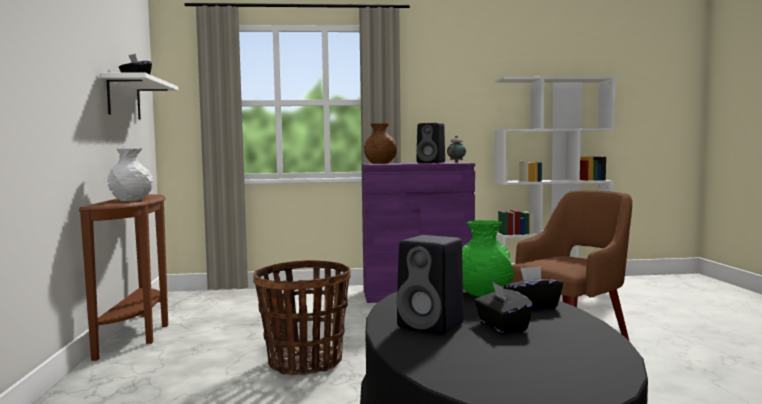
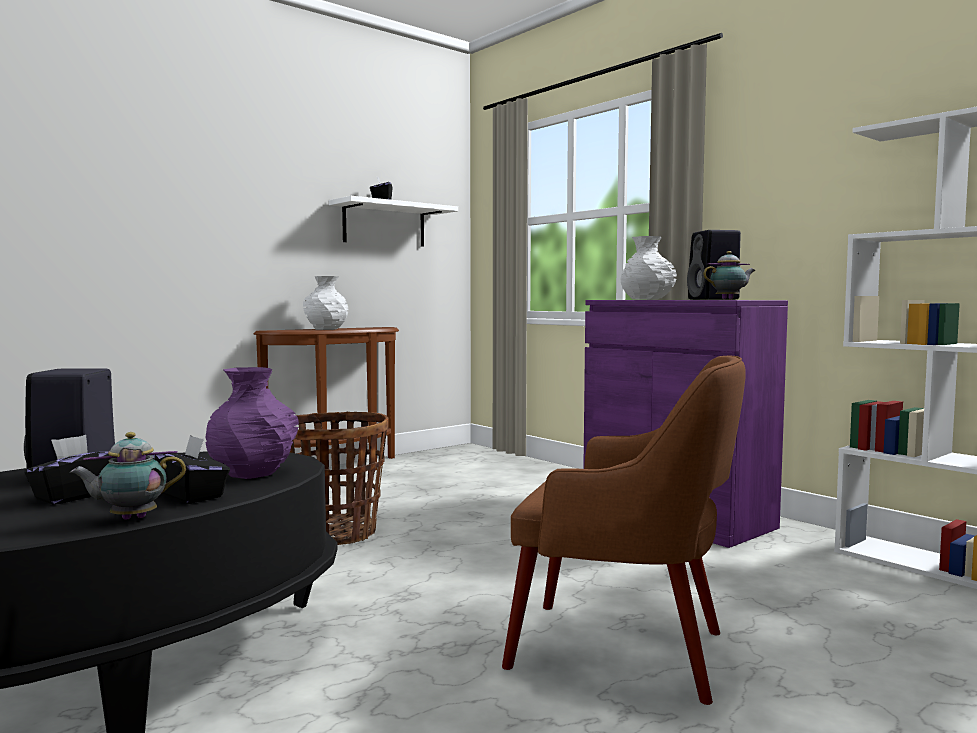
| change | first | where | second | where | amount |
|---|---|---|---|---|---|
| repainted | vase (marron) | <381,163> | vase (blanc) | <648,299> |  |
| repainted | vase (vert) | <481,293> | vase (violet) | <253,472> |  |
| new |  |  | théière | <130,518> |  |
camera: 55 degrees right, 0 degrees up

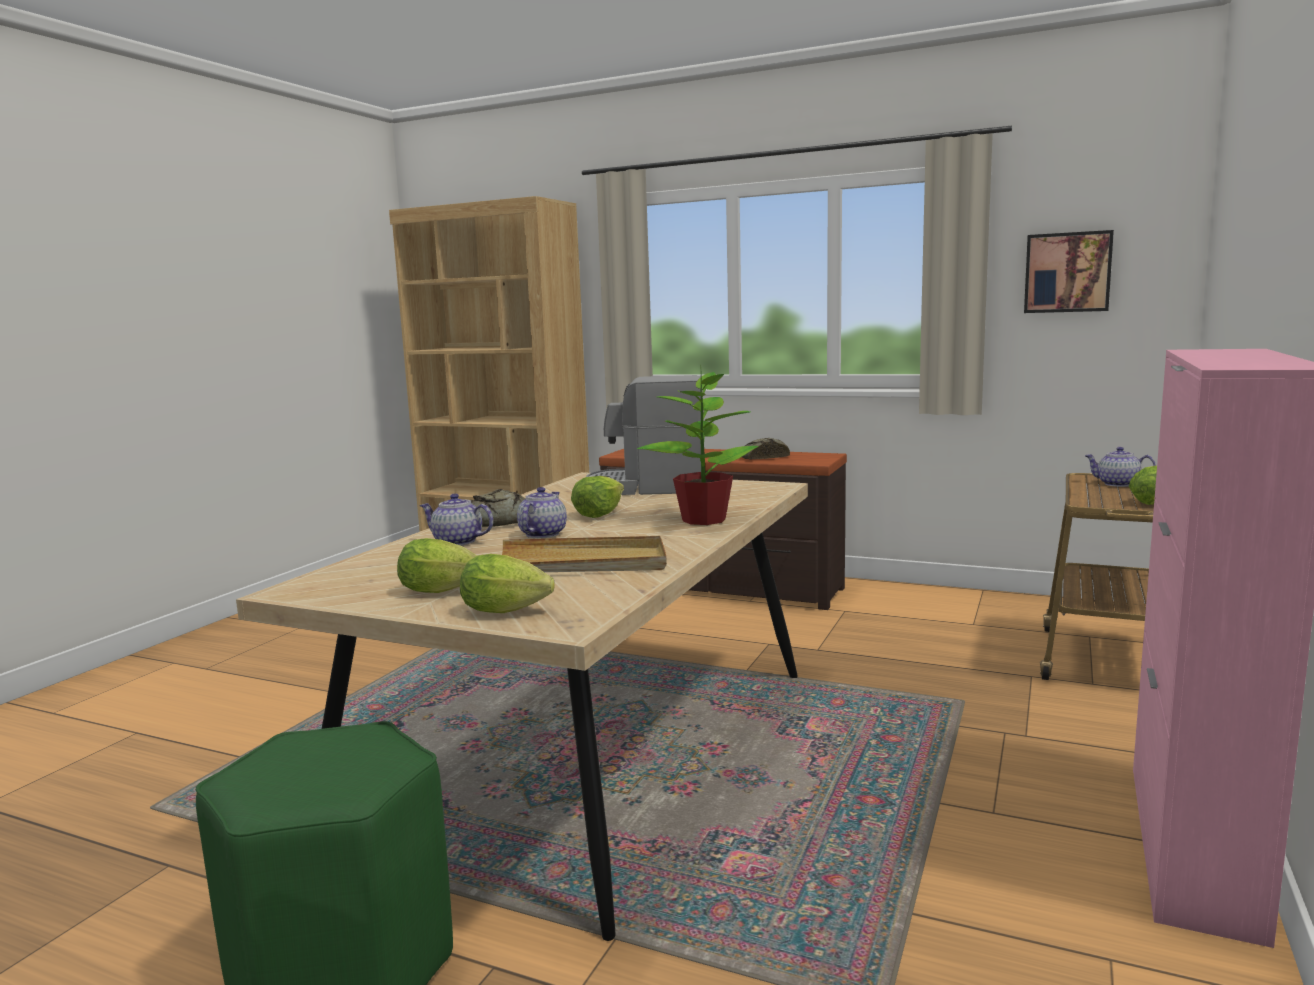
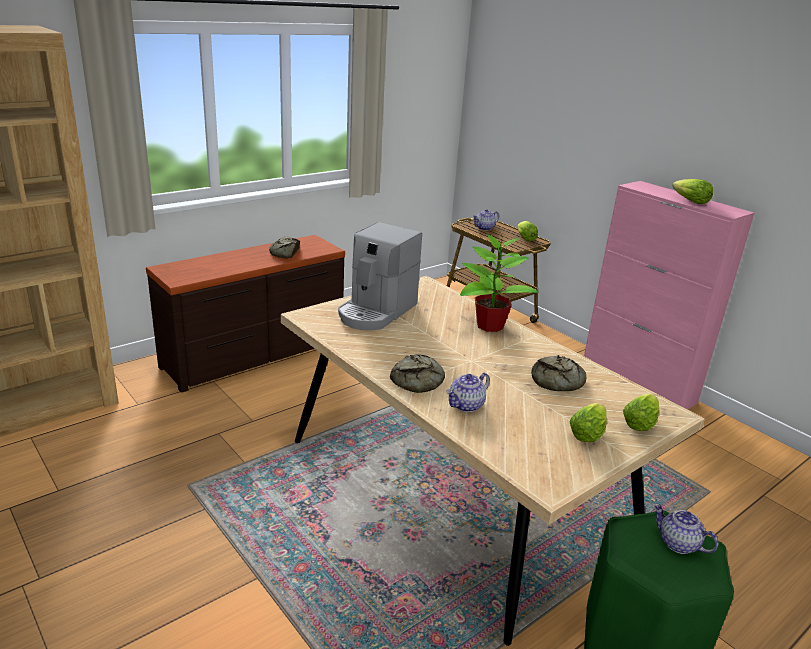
| change | first | where | second | where | amount |
|---|---|---|---|---|---|
| gone | tableau | <1067,272> |  |  |  |
| shifted | laitue | <599,513> |  | <690,201> |  |
| shifted | théière | <542,534> |  | <677,544> |  |
| swapped | plateau (beige) | <582,563> | pain | <557,381> |  |
camera: 65 degrees left, 15 degrees up

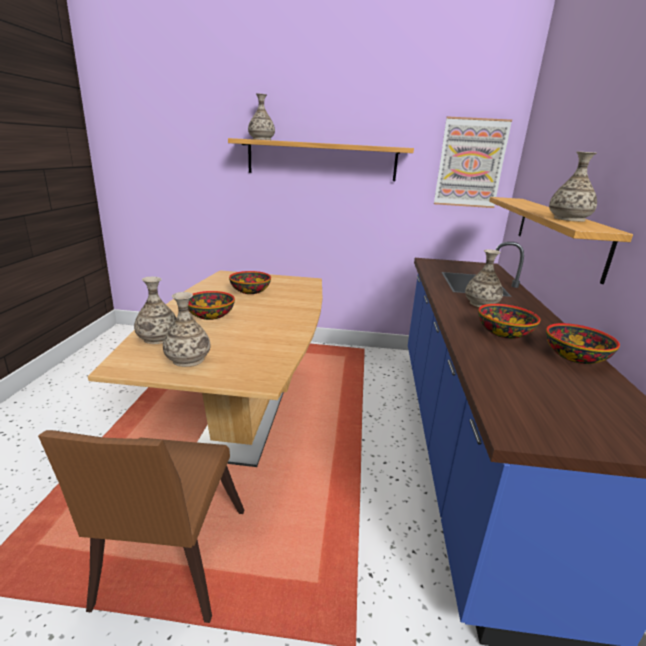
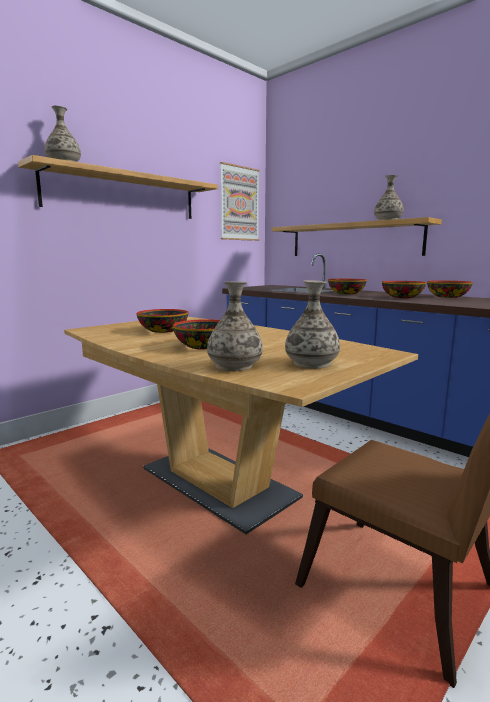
| change | first | where | second | where | amount |
|---|---|---|---|---|---|
| swapped | vase | <481,304> | bol | <347,293> |  |
camera: 50 degrees left, 10 degrees down

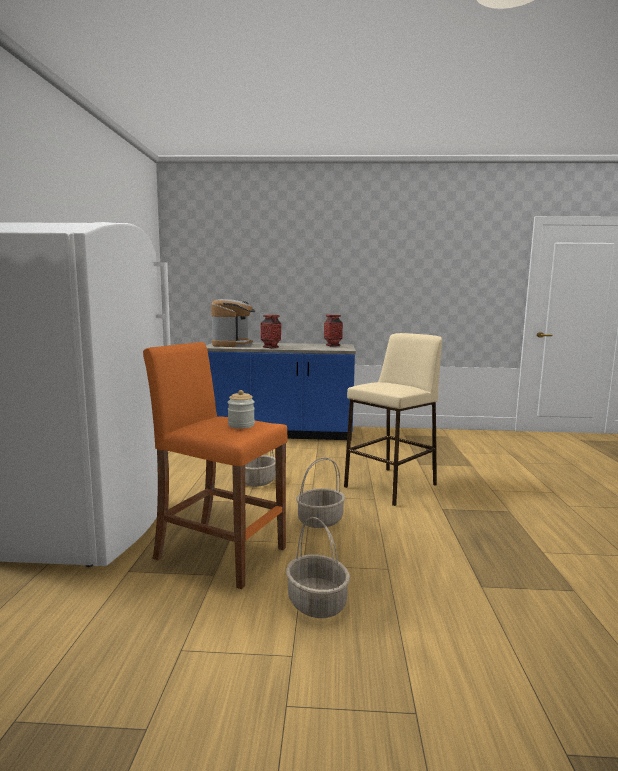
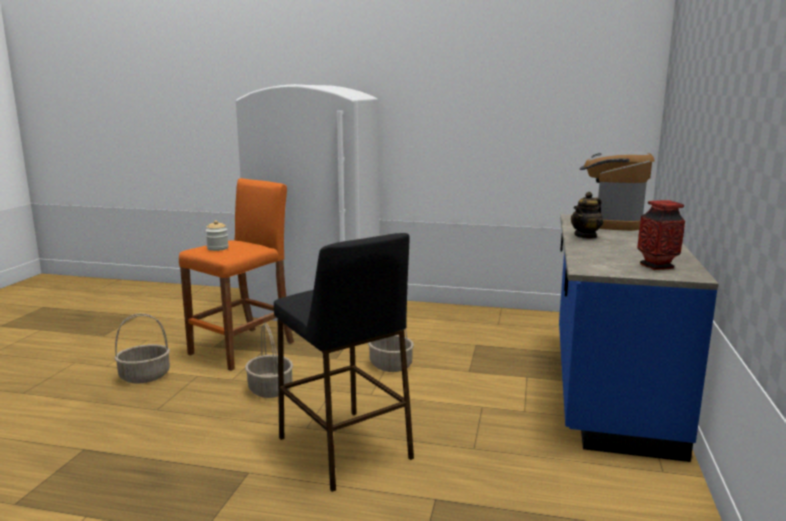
| change | first | where | second | where | amount |
|---|---|---|---|---|---|
| rotated | machine à café | <233,345> |  | <612,223> | 90 degrees clockwise |
| swapped | vase | <271,347> | théière | <586,236> |  |
| repainted | tabouret (beige) | <391,485> | tabouret (noir) | <345,448> |  |
camera: 100 degrees right, 5 degrees up

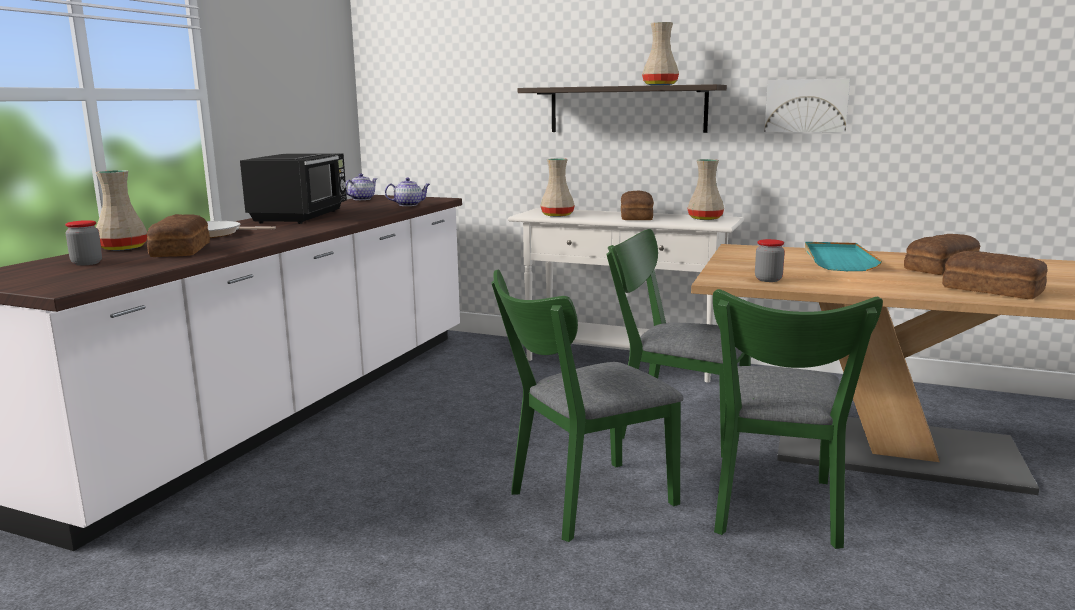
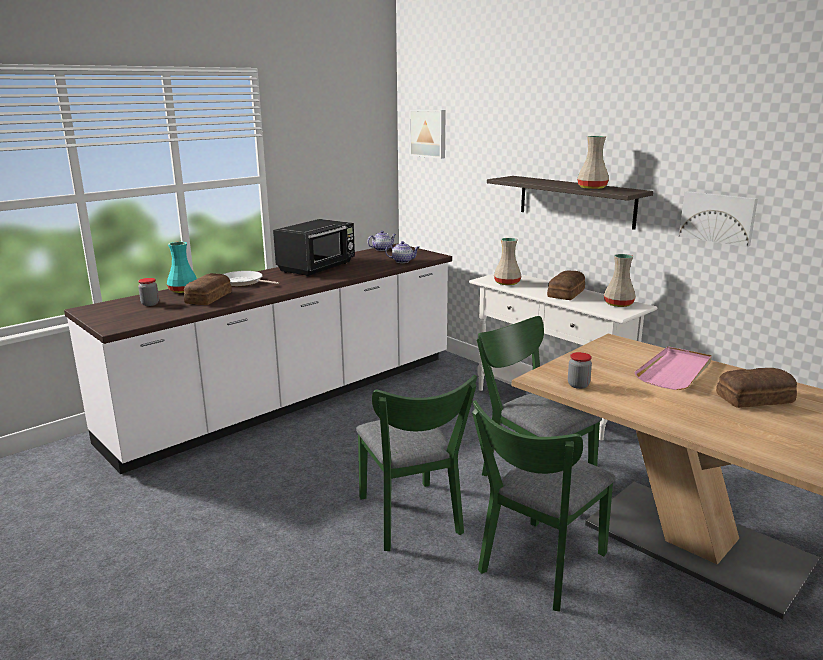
| change | first | where | second | where | amount |
|---|---|---|---|---|---|
| repainted | vase (beige) | <122,248> | vase (turquoise) | <182,290> |  |
| repainted | plateau (turquoise) | <837,260> | plateau (rose) | <675,371> |  |
| gone | pain | <993,290> |  |  |  |
| rotated | chaise (vert) | <582,501> |  | <411,520> | 105 degrees counterclockwise |
| new |  |  | tableau | <429,133> |  |
camera: 25 degrees right, 5 degrees up

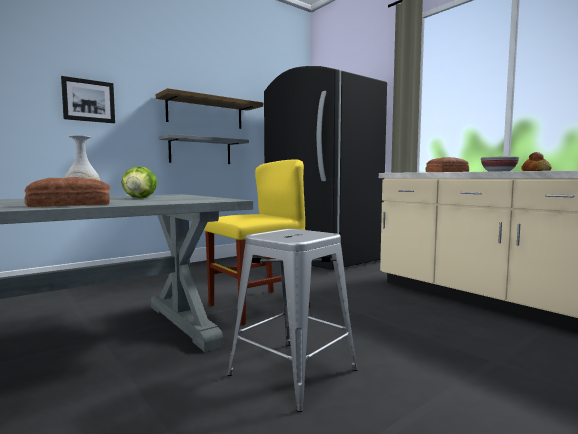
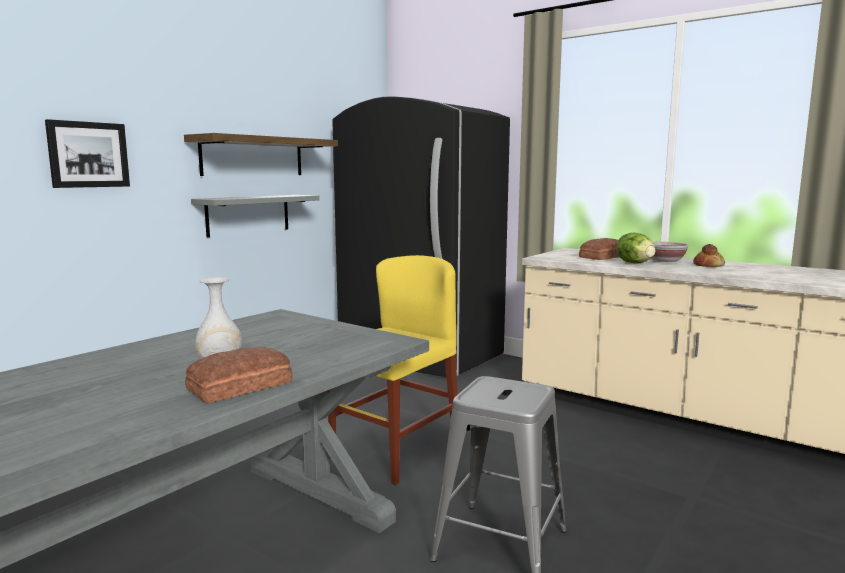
| change | first | where | second | where | amount |
|---|---|---|---|---|---|
| shifted | laitue | <140,198> |  | <635,263> |  |
camera: 15 degrees left, 5 degrees up

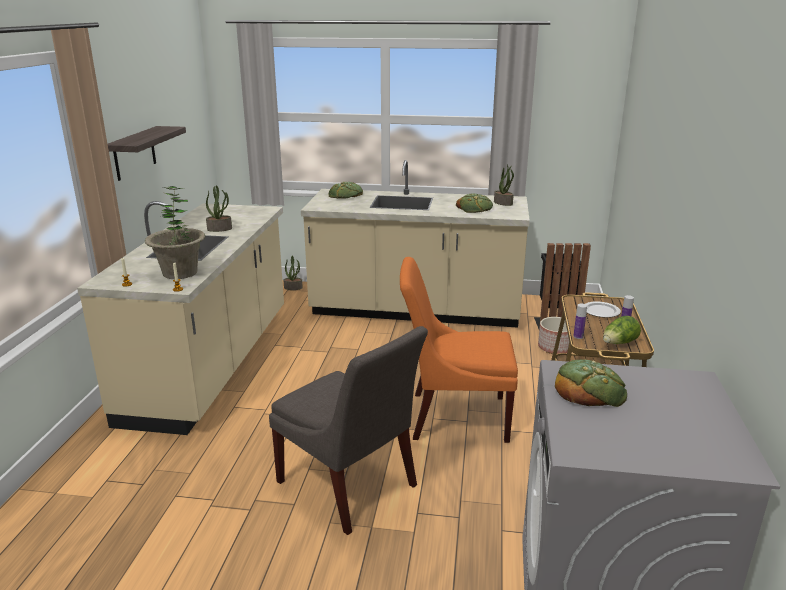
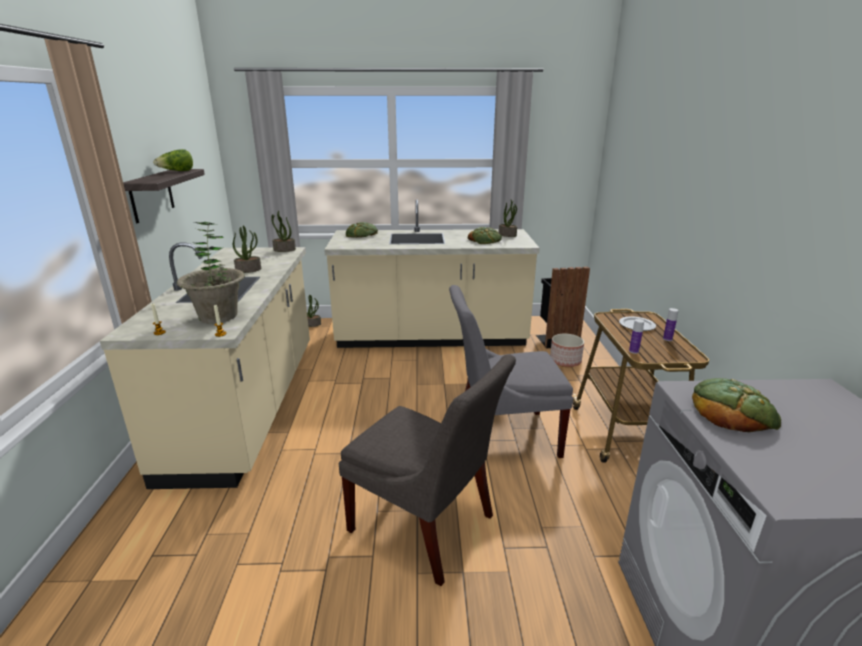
| change | first | where | second | where | amount |
|---|---|---|---|---|---|
| repainted | chaise (orange) | <453,416> | chaise (gris) | <501,436> |  |
| shifted | laitue | <619,343> |  | <177,171> |  |
| new |  |  | plante en pot | <284,250> |  |
camera: 10 degrees left, 0 degrees up

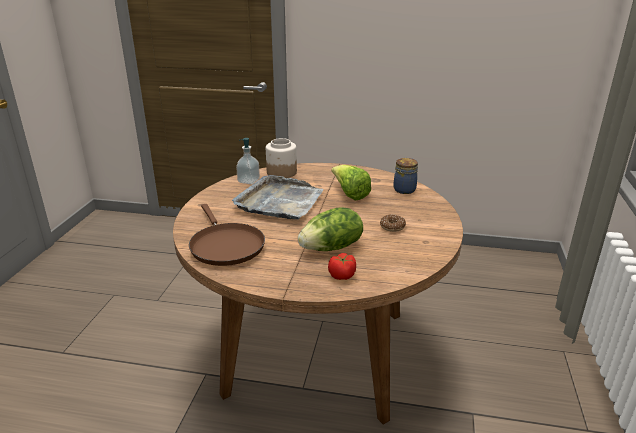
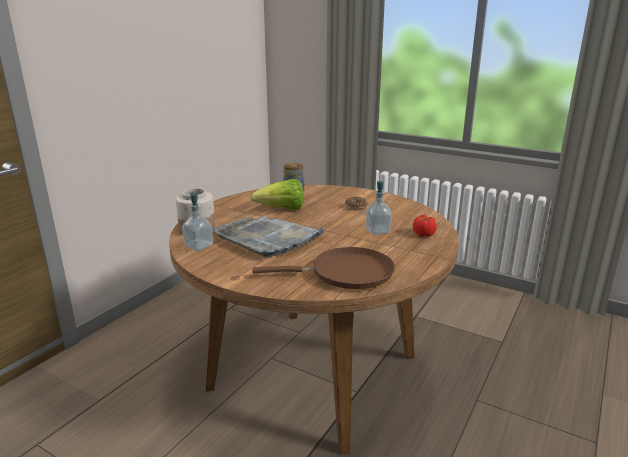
| change | first | where | second | where | amount |
|---|---|---|---|---|---|
| swapped | laitue | <332,248> | distributeur de savon | <377,231> |  |
camera: 70 degrees left, 5 degrees down

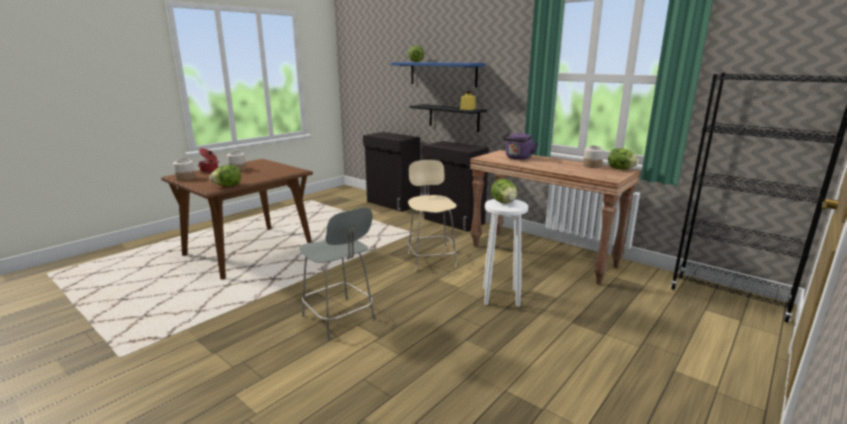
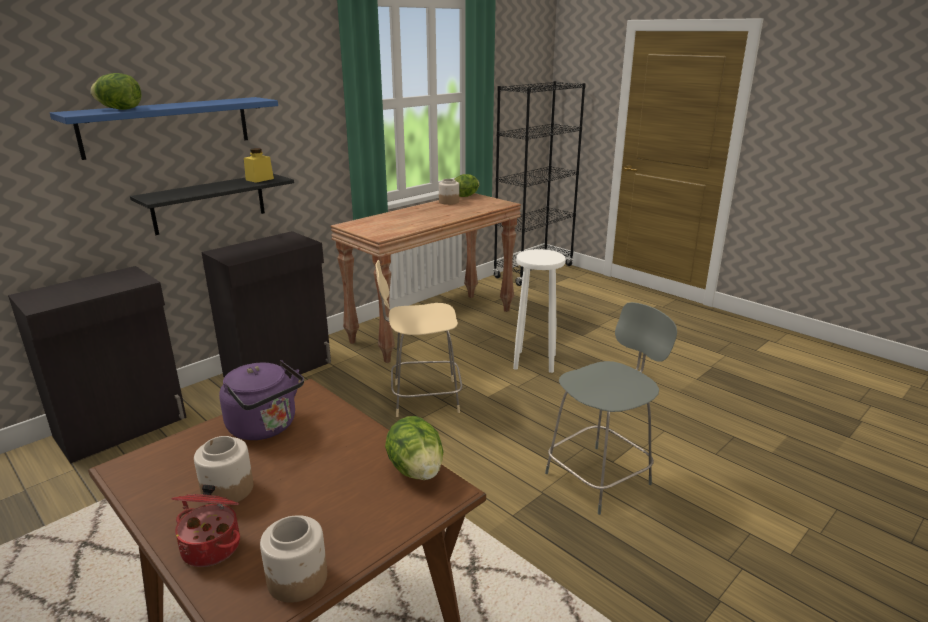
| change | first | where | second | where | amount |
|---|---|---|---|---|---|
| shifted | bouilloire (violet) | <518,158> |  | <266,427> |  |
| gone | laitue | <504,202> |  |  |  |
camera: 85 degrees left, 5 degrees up

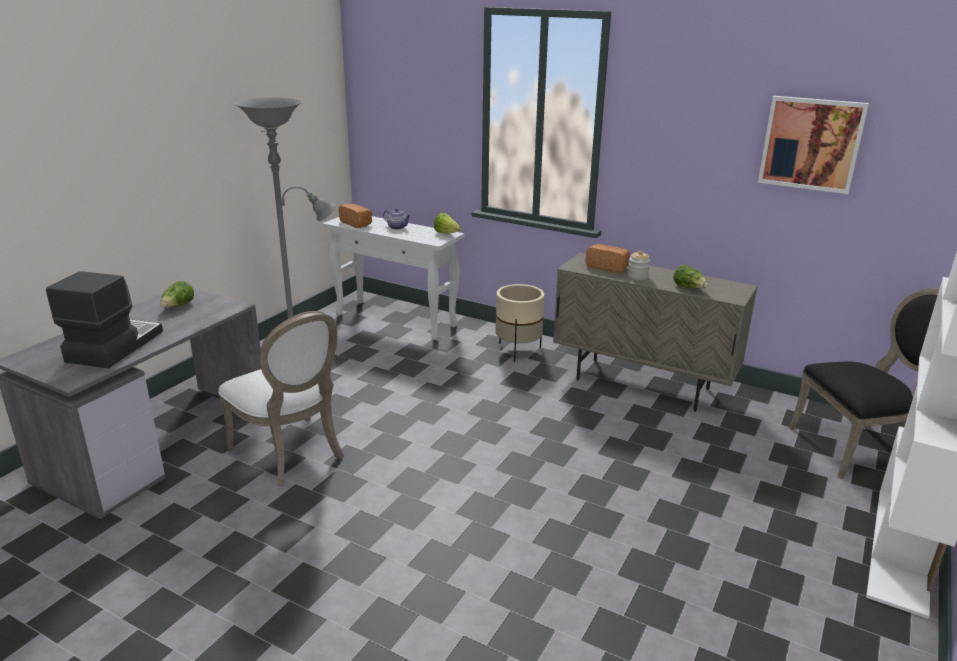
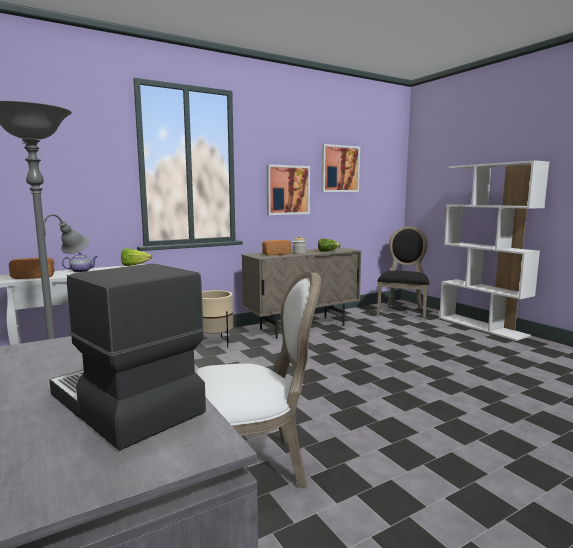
| change | first | where | second | where | amount |
|---|---|---|---|---|---|
| gone | laitue | <178,306> |  |  |  |
| new |  |  | tableau | <287,190> |  |
camera: 60 degrees left, 15 degrees down

